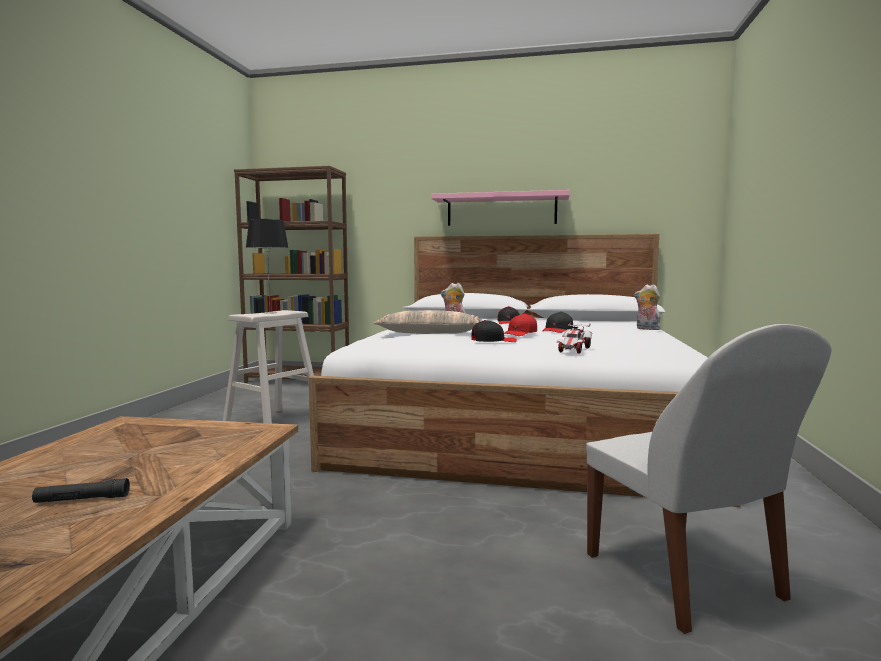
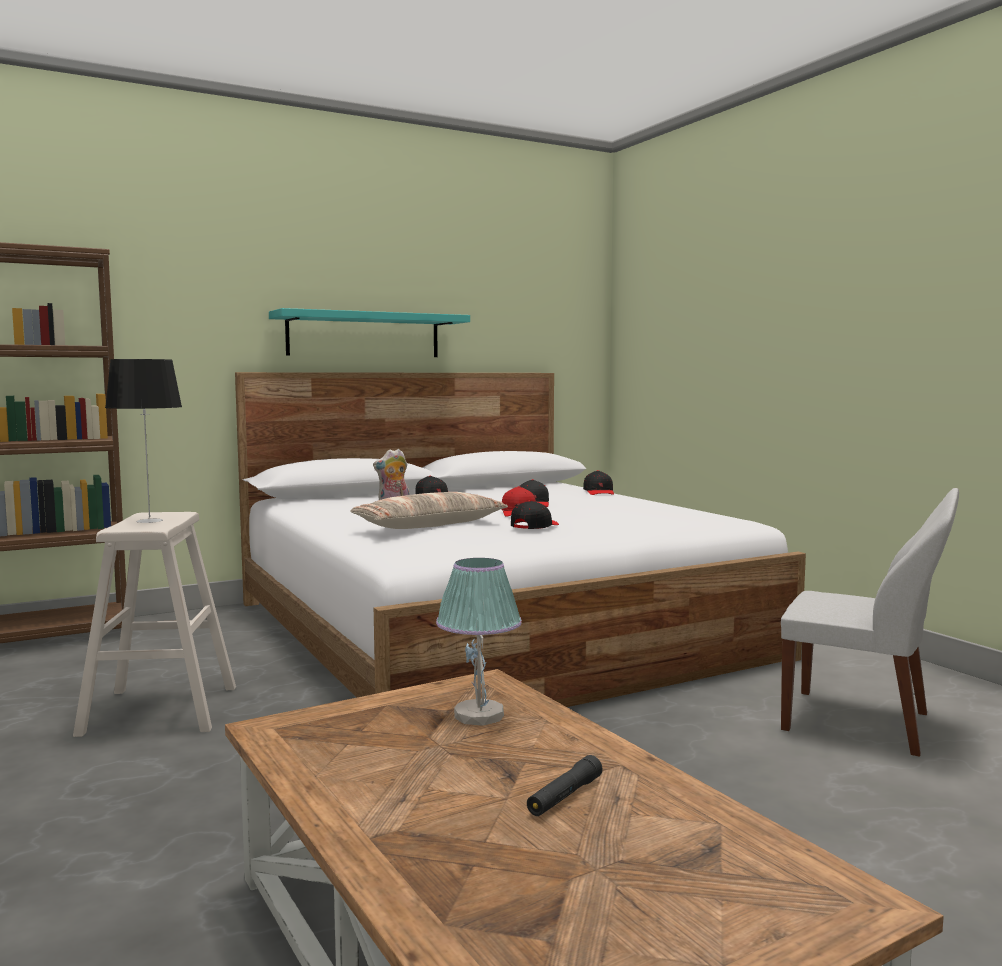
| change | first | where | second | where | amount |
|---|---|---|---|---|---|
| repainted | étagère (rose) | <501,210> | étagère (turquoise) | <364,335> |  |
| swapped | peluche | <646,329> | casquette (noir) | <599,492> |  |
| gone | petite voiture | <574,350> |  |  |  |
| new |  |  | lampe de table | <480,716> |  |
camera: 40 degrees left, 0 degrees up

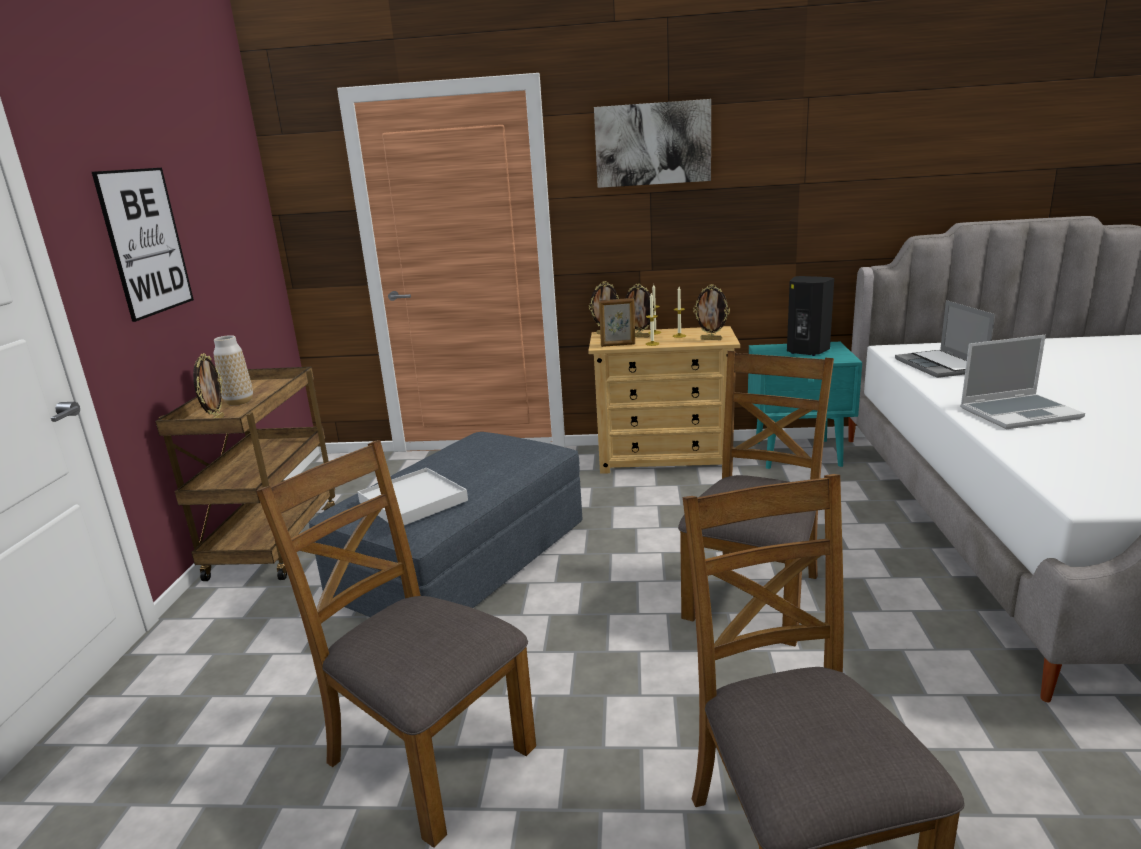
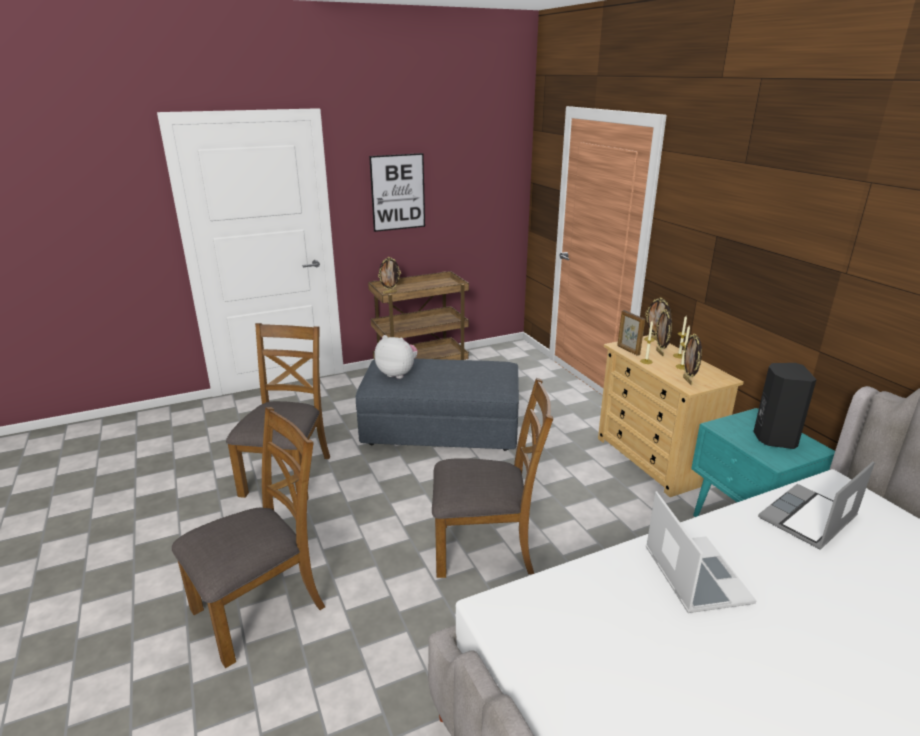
| change | first | where | second | where | amount |
|---|---|---|---|---|---|
| gone | tableau | <652,144> |  |  |  |
| gone | vase | <239,402> |  |  |  |
| rotated | ordinateur portable | <1019,413> |  | <694,575> | 150 degrees counterclockwise |
| swapped | plateau (blanc) | <413,501> | peluche | <397,373> |  |
camera: 60 degrees right, 5 degrees up

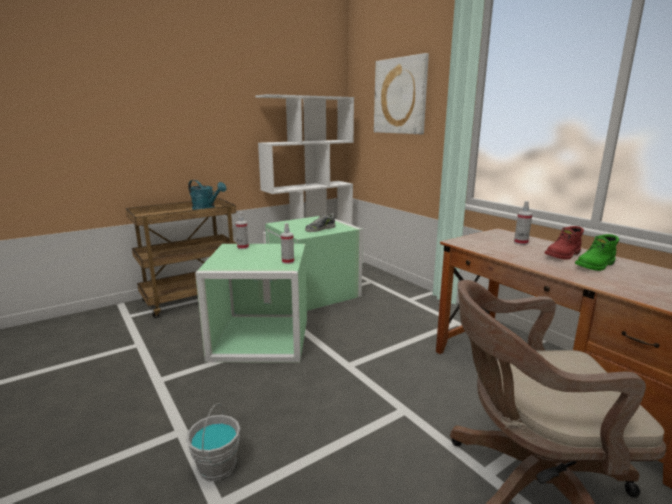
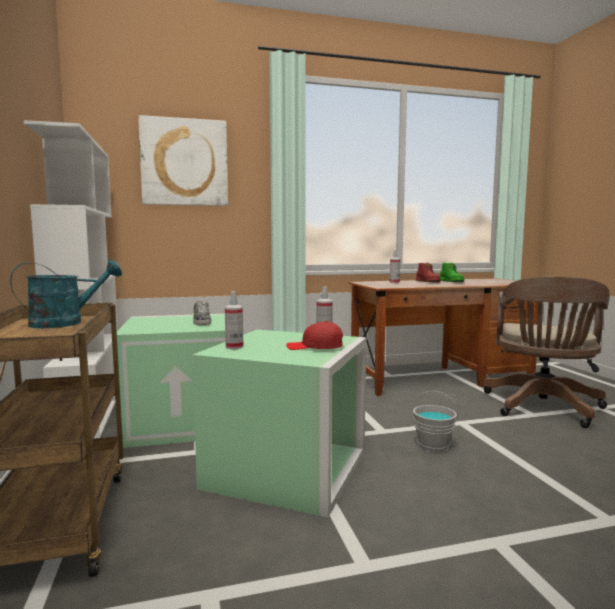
| change | first | where | second | where | amount |
|---|---|---|---|---|---|
| shifted | seau (gris) | <216,466> |  | <433,445> |  |
| new |  |  | casquette (rouge) | <315,347> |  |
camera: 70 degrees left, 10 degrees down

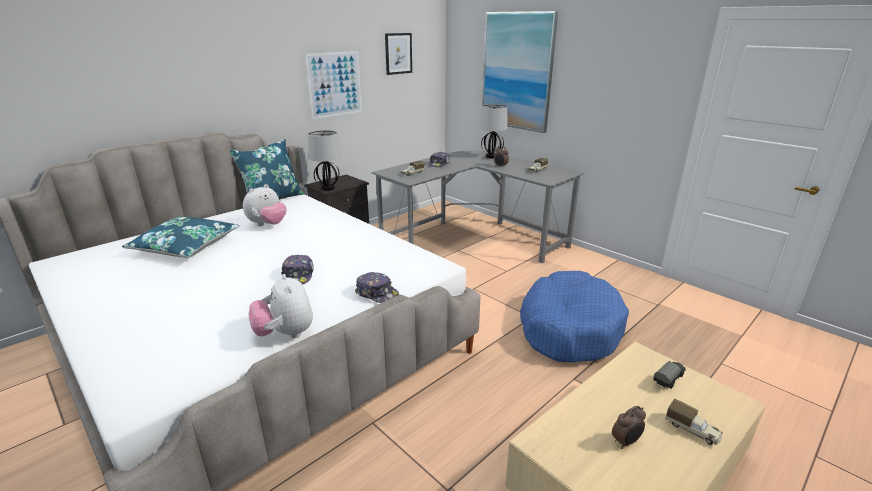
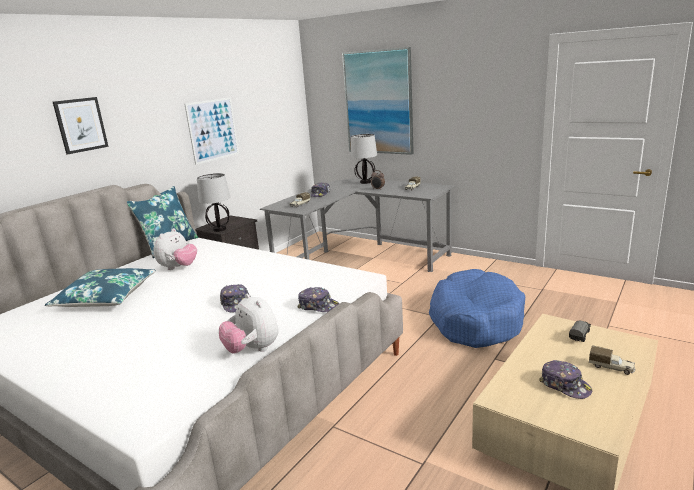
| change | first | where | second | where | amount |
|---|---|---|---|---|---|
| shifted | tableau | <398,53> |  | <81,125> |  |
| swapped | réveil | <626,442> | casquette | <565,385> |  |
camera: 10 degrees left, 5 degrees down

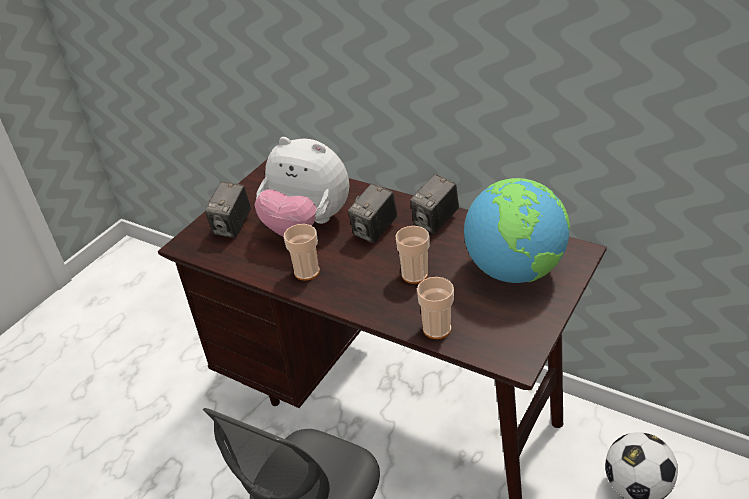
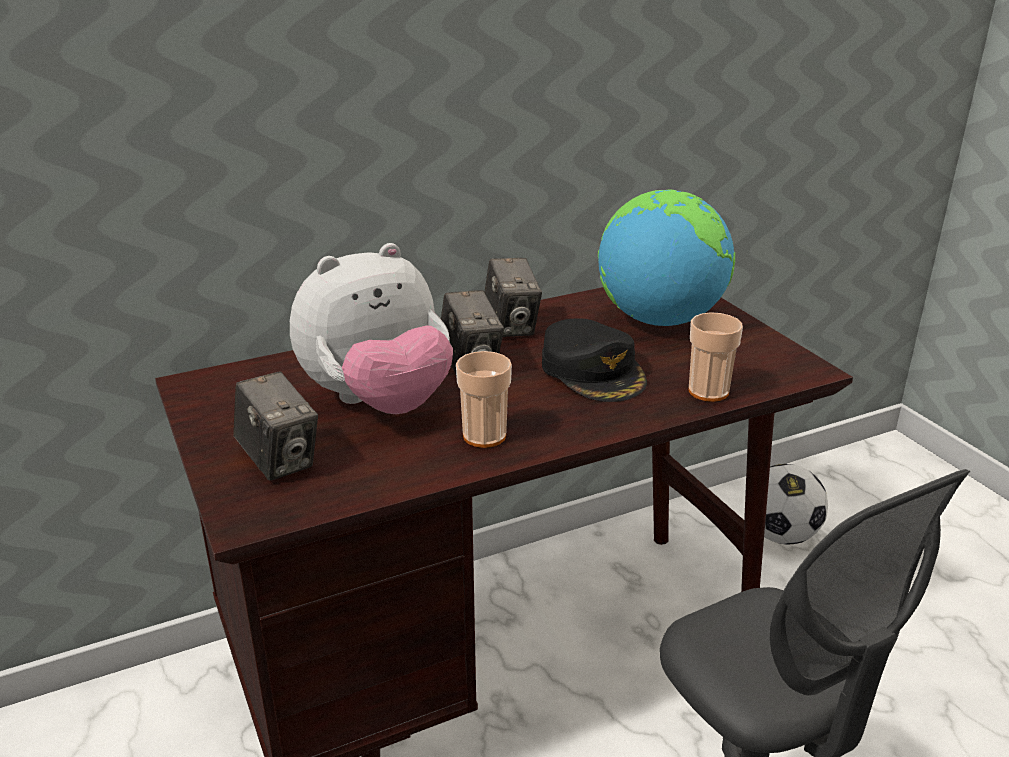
| change | first | where | second | where | amount |
|---|---|---|---|---|---|
| swapped | tasse | <414,275> | casquette (noir) | <593,371> |  |
camera: 60 degrees left, 10 degrees down

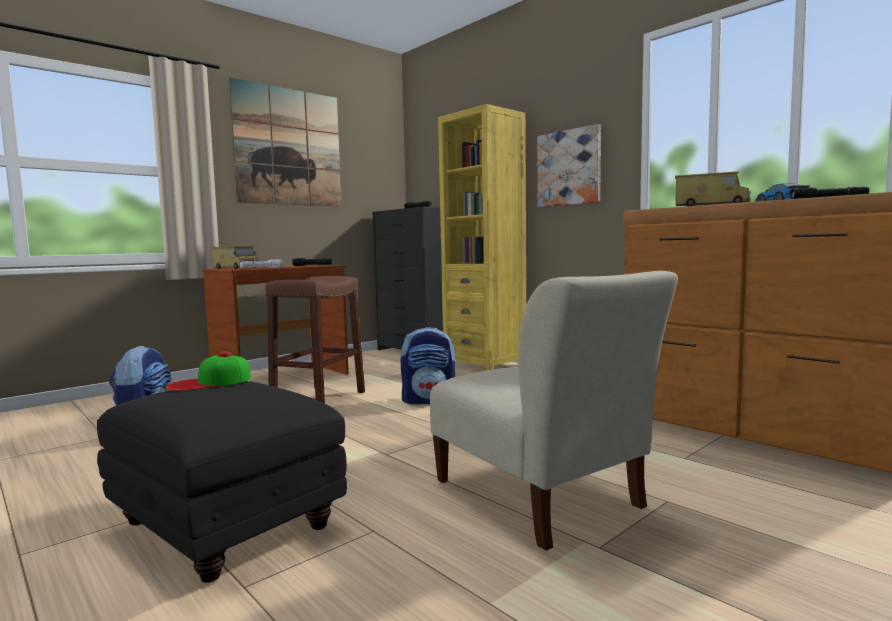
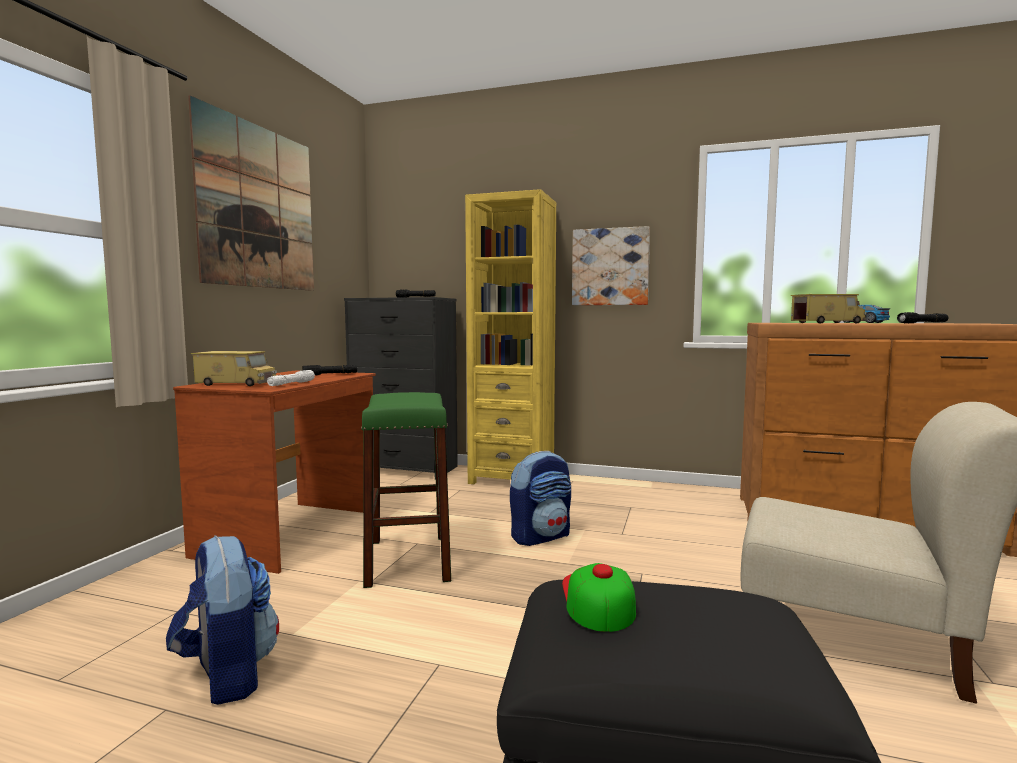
| change | first | where | second | where | amount |
|---|---|---|---|---|---|
| repainted | tabouret (marron) | <319,400> | tabouret (vert) | <408,560> |  |
| rotated | casquette | <209,382> |  | <597,598> | 150 degrees clockwise |
camera: 30 degrees left, 0 degrees up

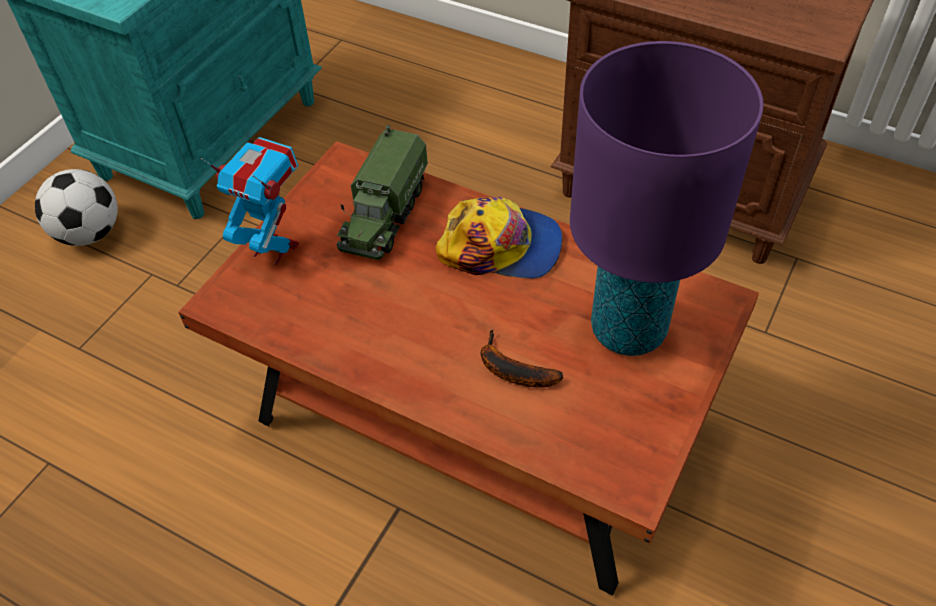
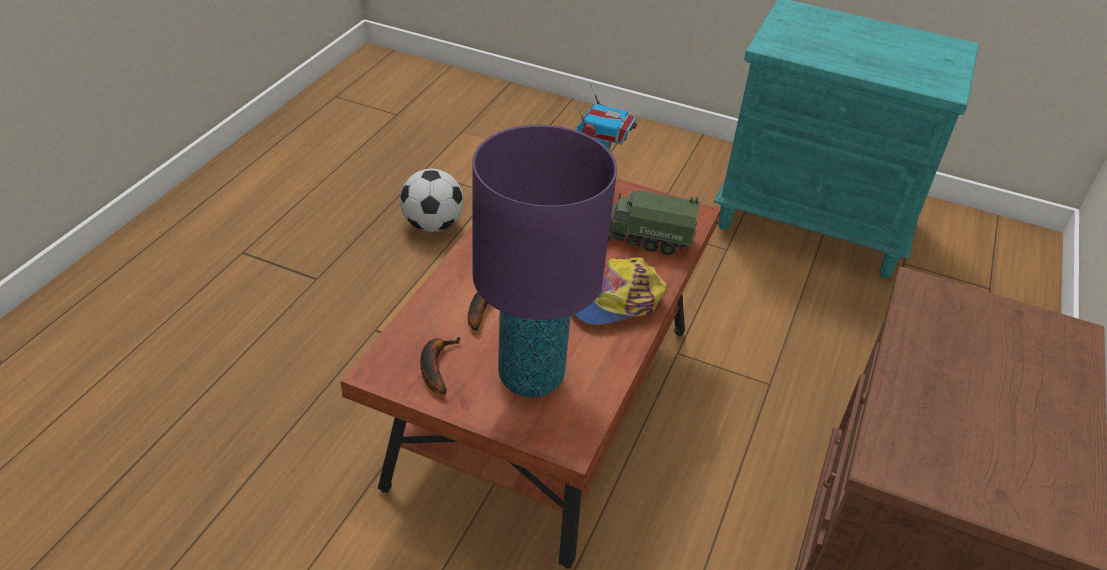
| change | first | where | second | where | amount |
|---|---|---|---|---|---|
| shifted | ballon de foot | <90,233> |  | <432,225> |  |
| rotated | casquette | <501,246> |  | <616,302> | 60 degrees clockwise |
| new |  |  | banane | <435,366> |  |
camera: 80 degrees right, 10 degrees down

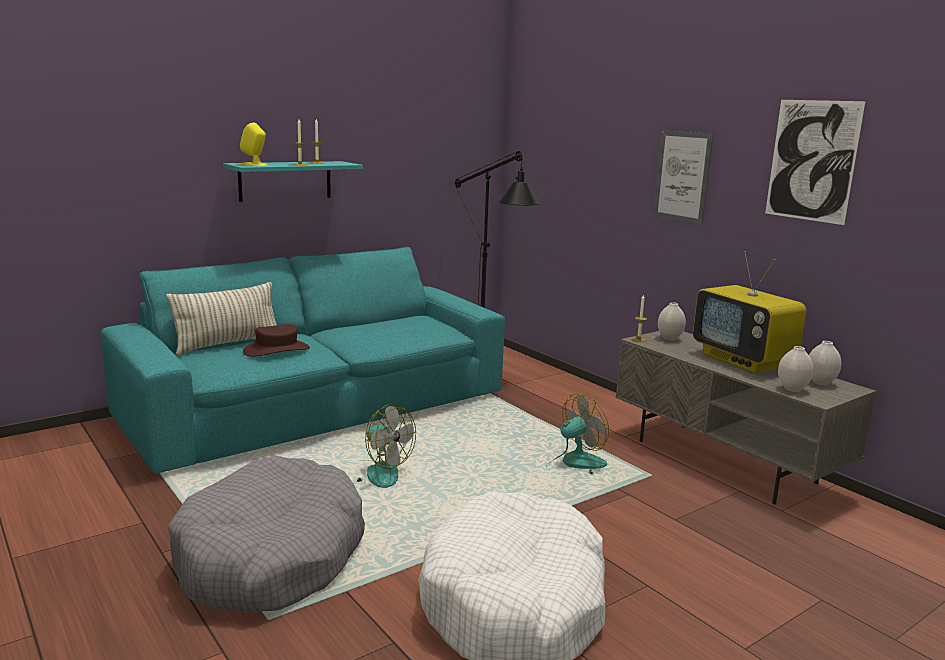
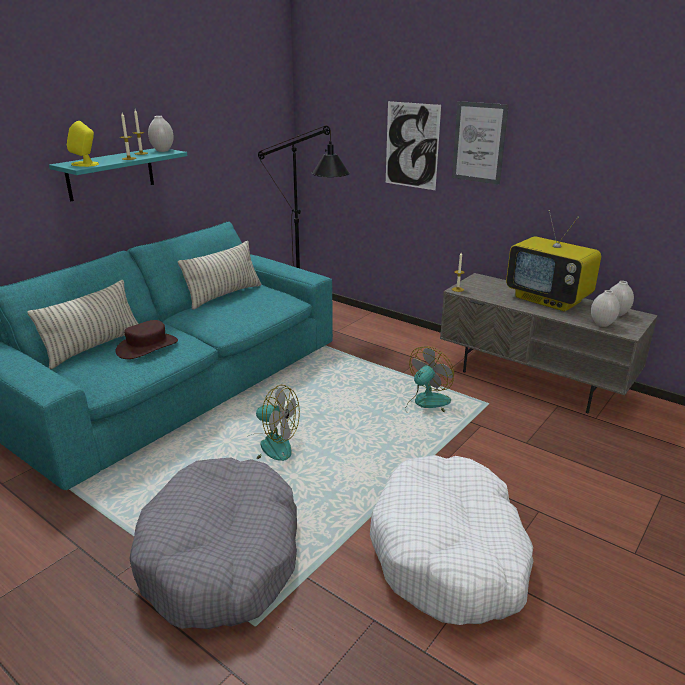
| change | first | where | second | where | amount |
|---|---|---|---|---|---|
| shifted | tableau | <812,161> |  | <411,145> |  |
| shifted | vase (blanc) | <669,339> |  | <162,151> |  |
| new |  |  | coussin | <224,295> |  |
camera: 15 degrees left, 10 degrees up

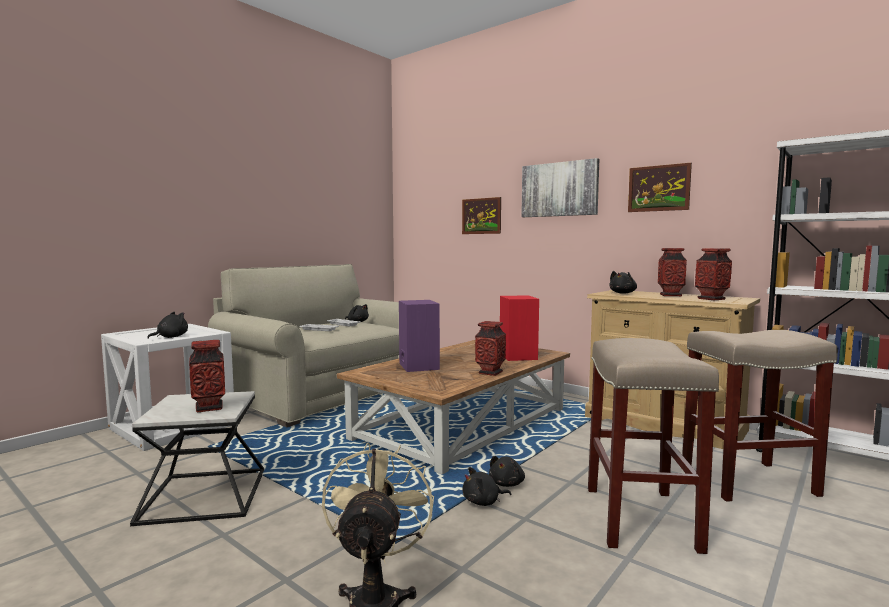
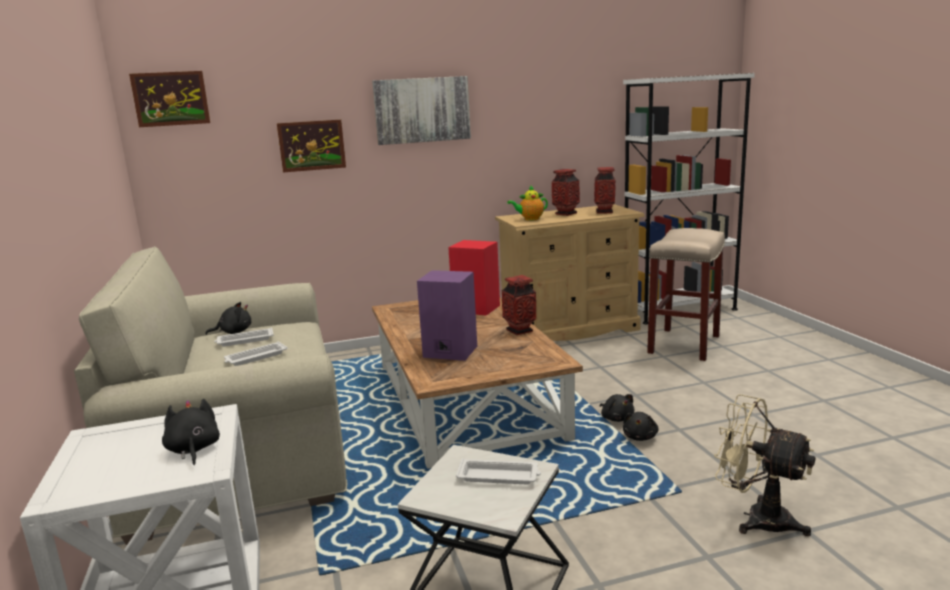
| change | first | where | second | where | amount |
|---|---|---|---|---|---|
| shifted | tableau | <658,188> |  | <170,99> |  |
| swapped | peluche (noir) | <623,293> | théière | <530,219> |  |
| gone | tabouret (beige) | <642,519> |  |  |  |
| swapped | vase | <209,407> | plateau (blanc) | <499,476> |  |
camera: 55 degrees left, 10 degrees up

